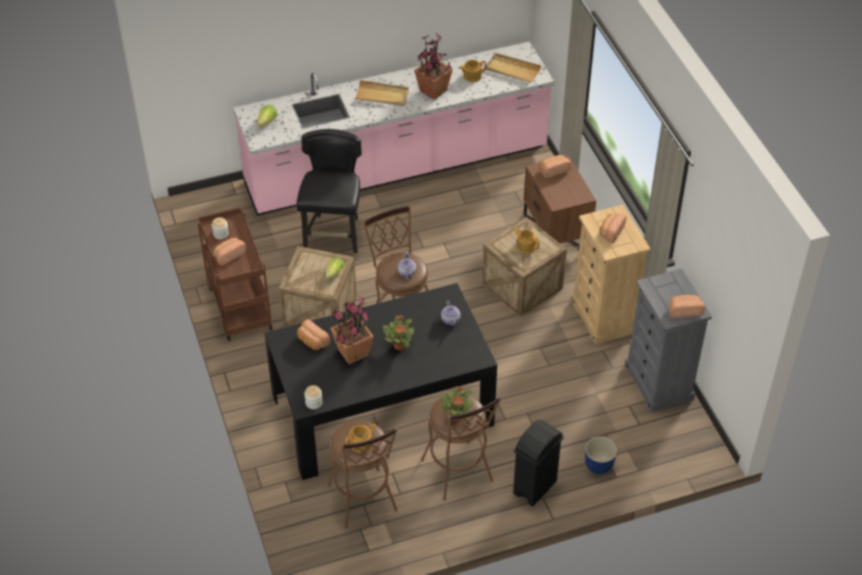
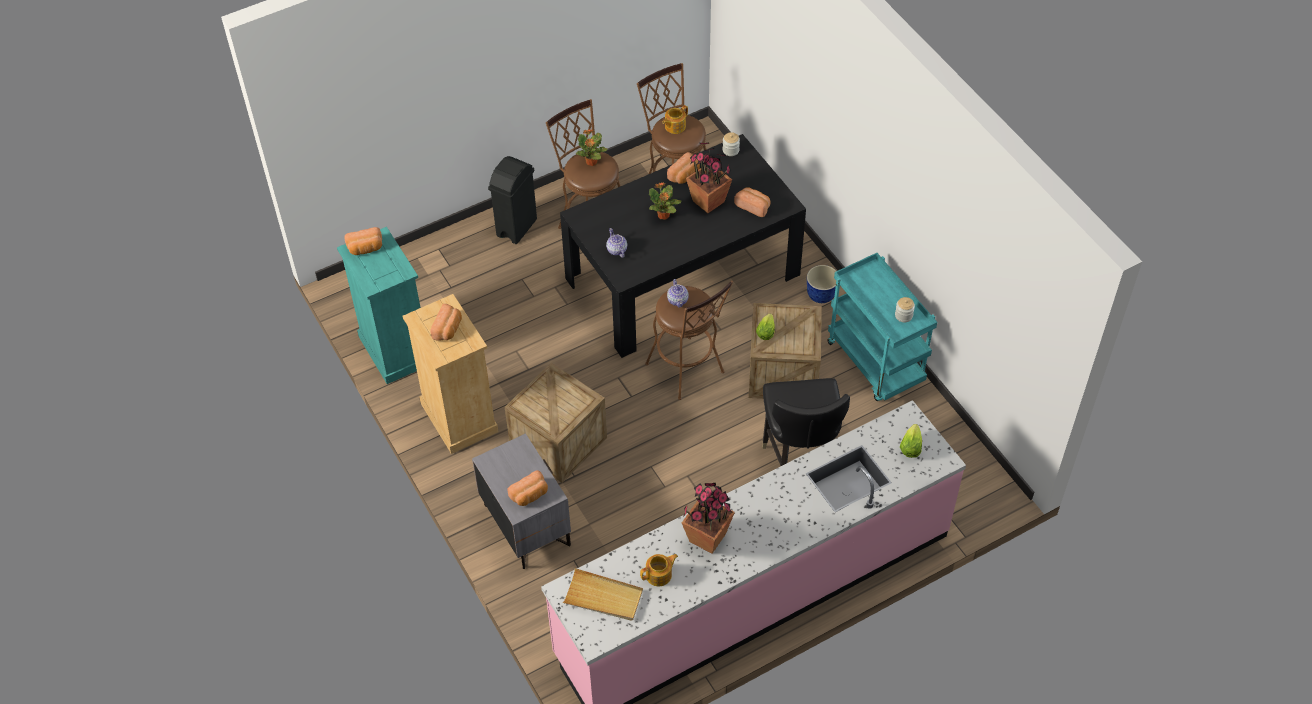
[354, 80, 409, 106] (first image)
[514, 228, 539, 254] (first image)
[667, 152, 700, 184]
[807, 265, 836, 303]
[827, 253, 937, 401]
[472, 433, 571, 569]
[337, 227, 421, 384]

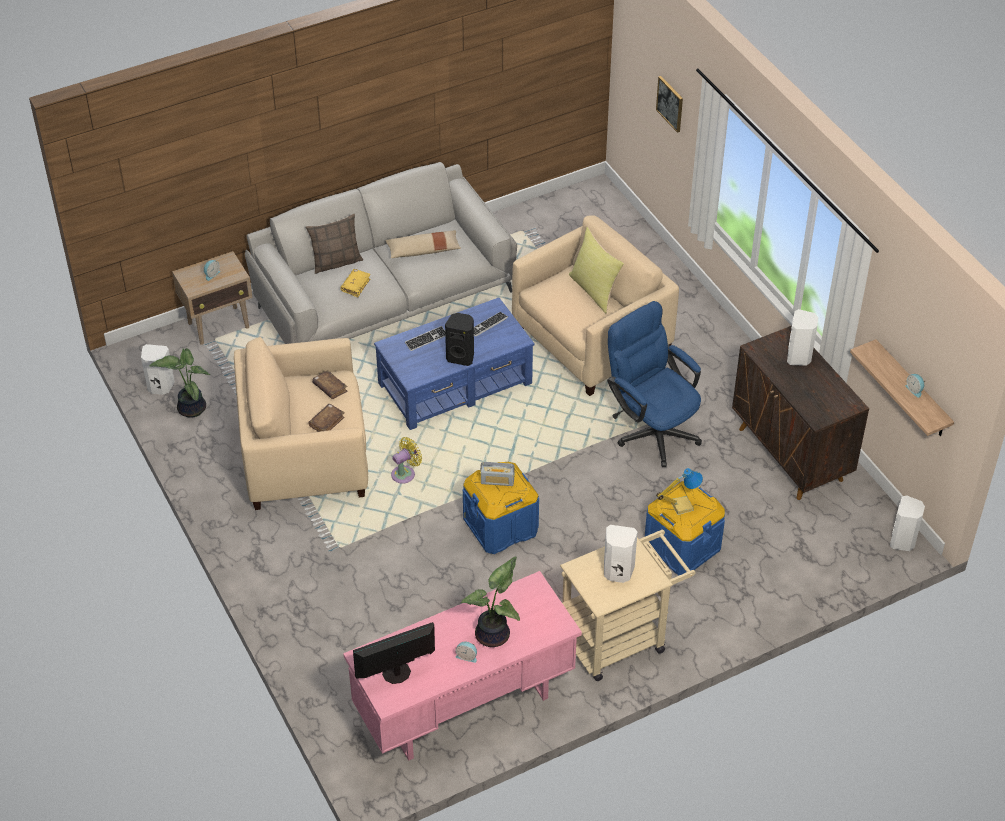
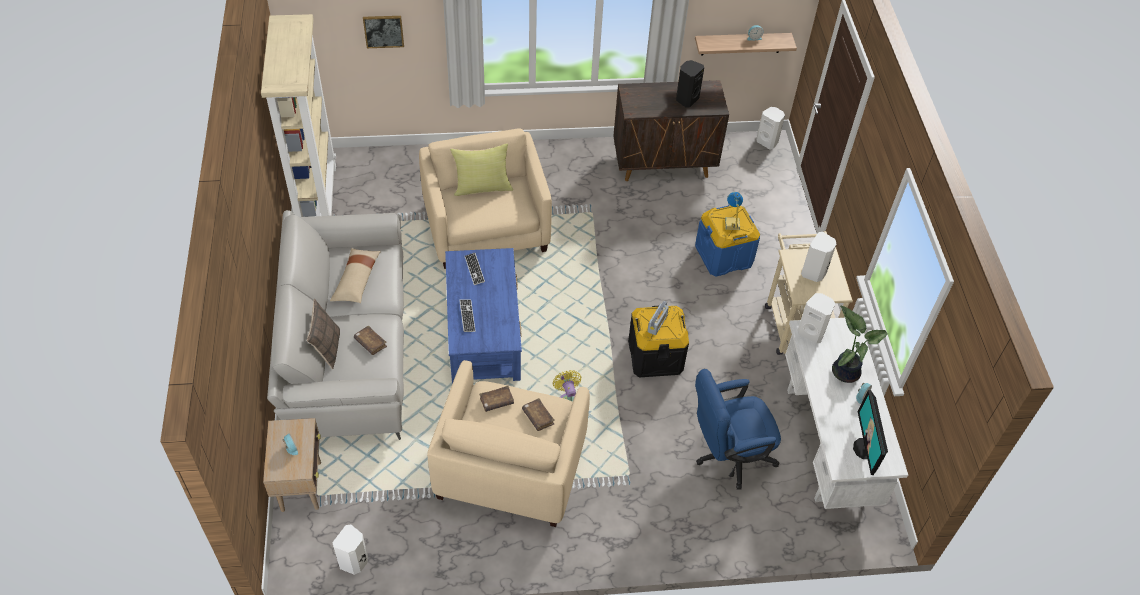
[150, 348, 210, 418] (first image)
[261, 14, 336, 217]
[676, 60, 704, 107]
[695, 369, 781, 490]
[797, 293, 835, 344]
[354, 325, 387, 355]
[785, 318, 908, 509]
[628, 306, 689, 378]

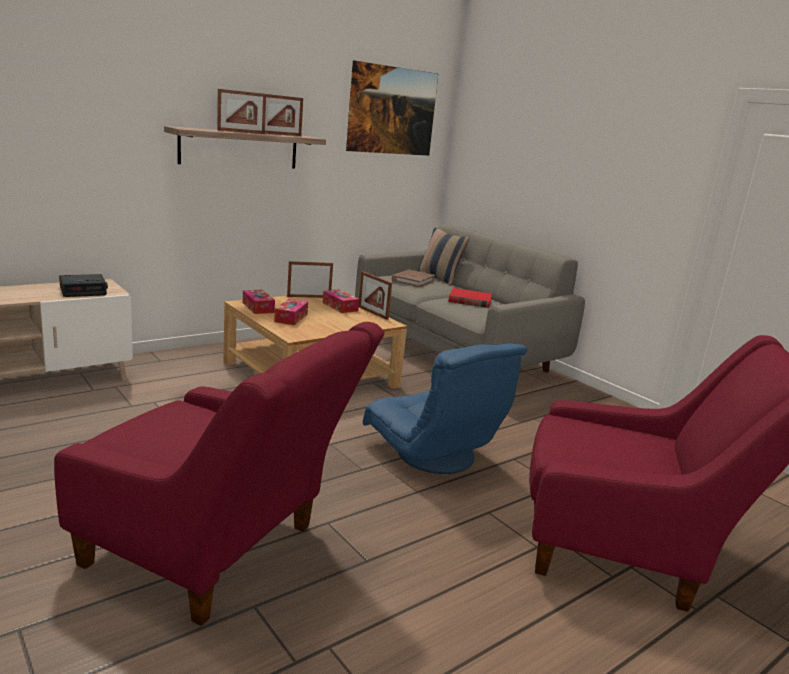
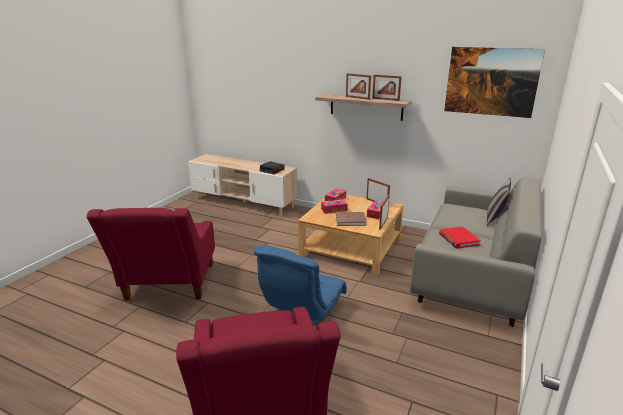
[336, 212, 366, 226]

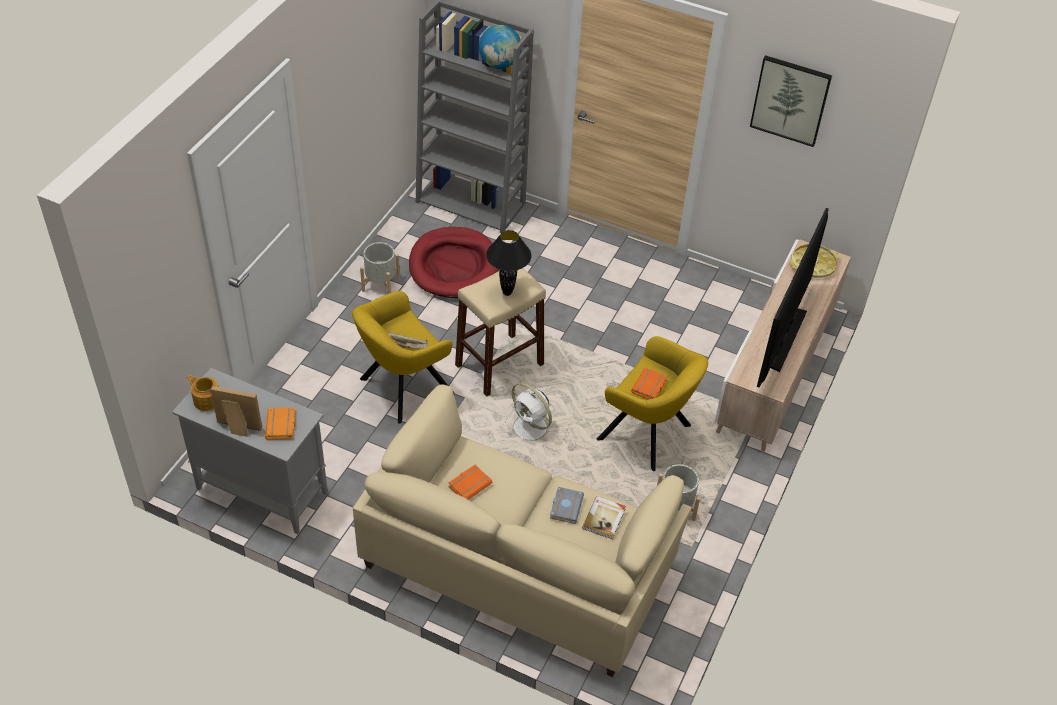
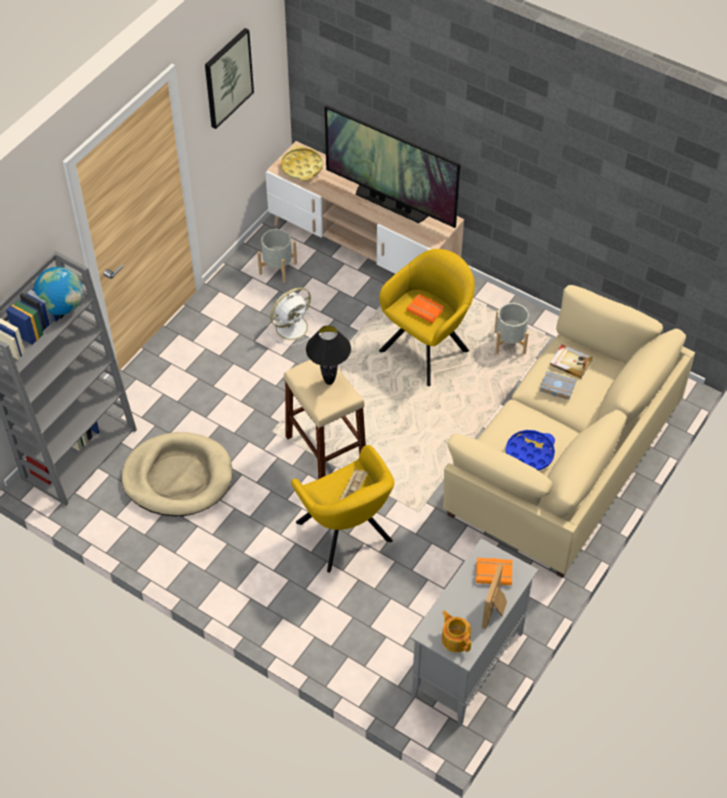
[257, 229, 297, 283]
[266, 287, 316, 345]
[506, 430, 555, 471]
[121, 432, 233, 516]
[442, 611, 471, 652]

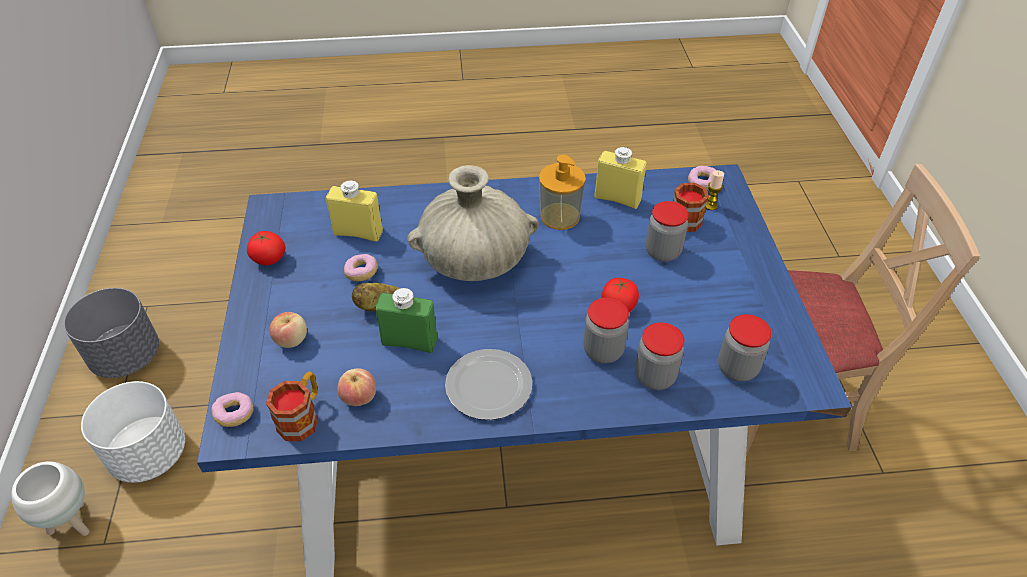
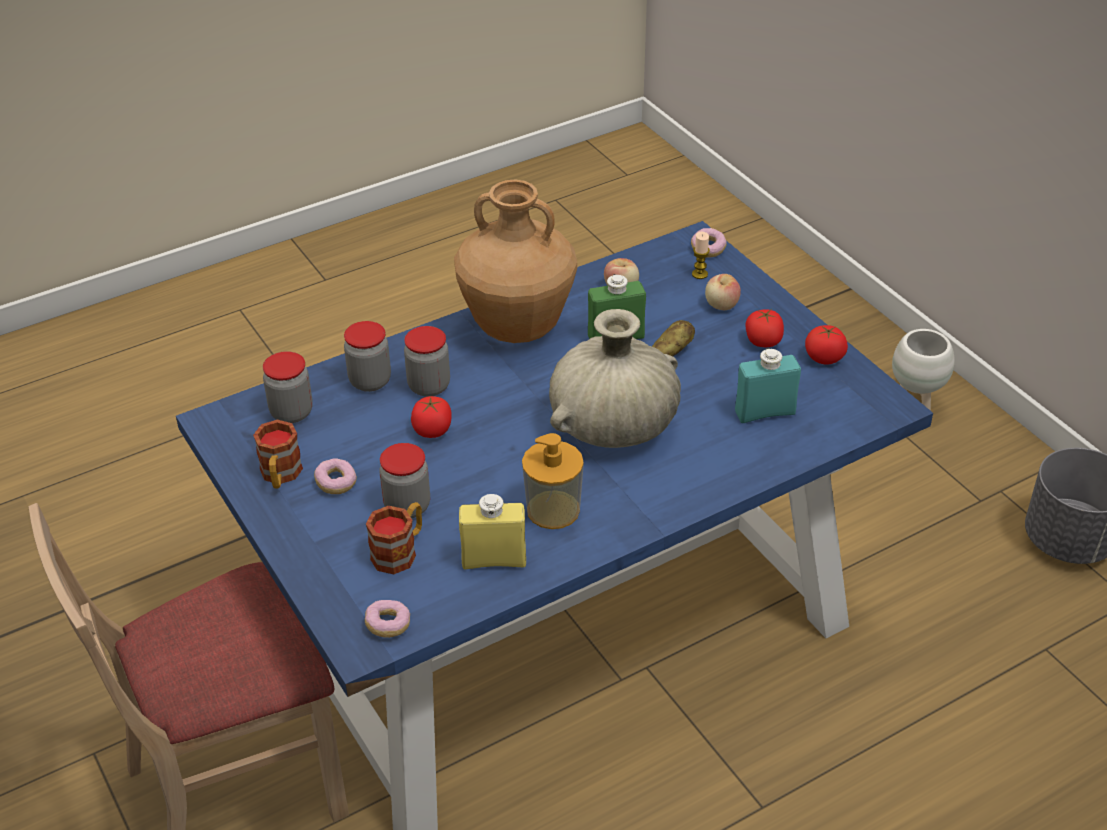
[81, 381, 185, 483] (first image)
[745, 309, 784, 347]
[253, 420, 303, 489]
[314, 458, 357, 494]
[692, 232, 710, 279]
[454, 180, 577, 343]
[735, 348, 801, 423]

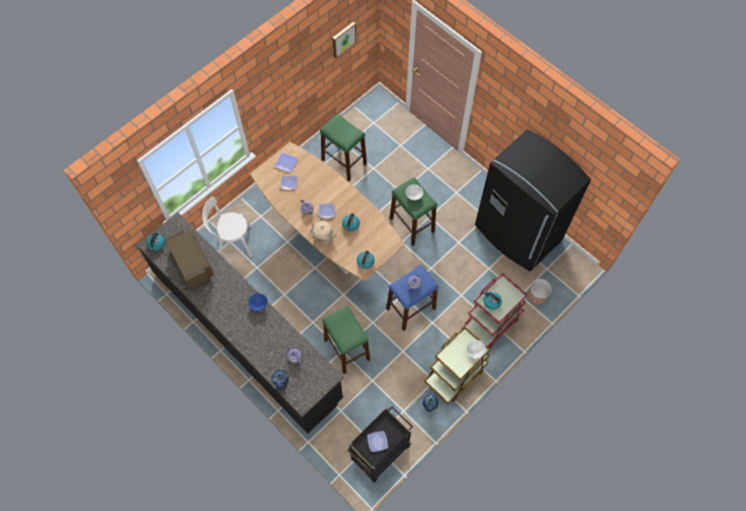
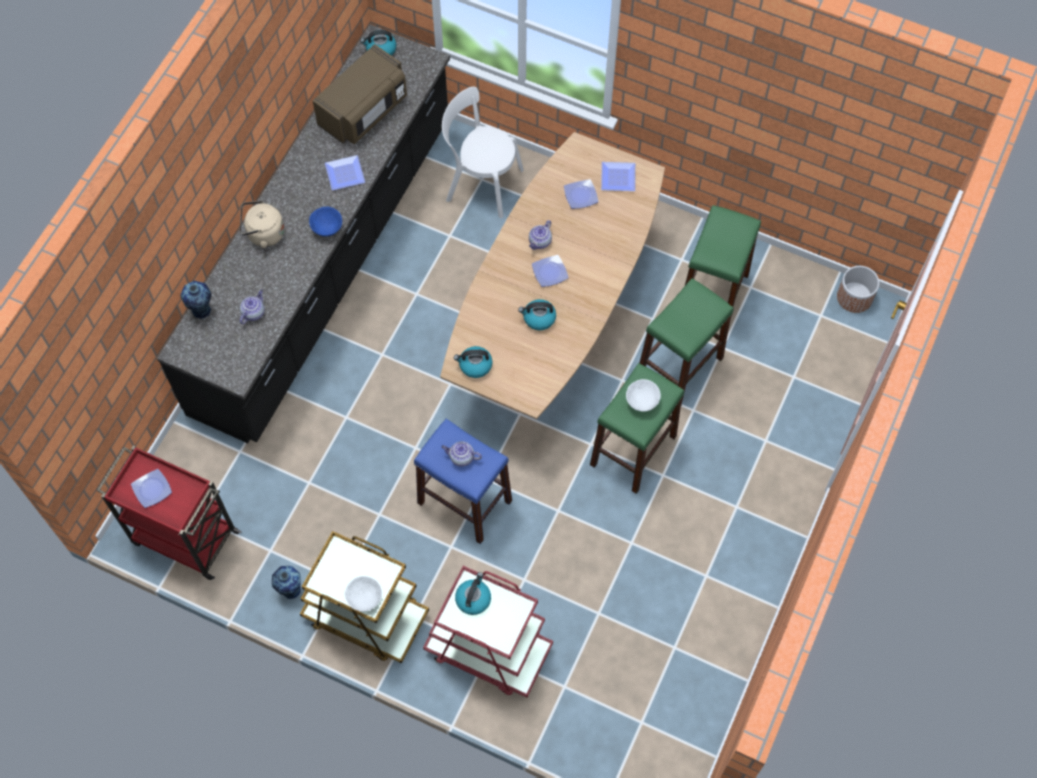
[332, 22, 356, 58] (first image)
[475, 130, 591, 271] (first image)
[325, 155, 365, 190]
[240, 201, 284, 248]
[640, 278, 734, 405]
[837, 266, 879, 313]
[96, 445, 242, 580]
[442, 87, 524, 218]

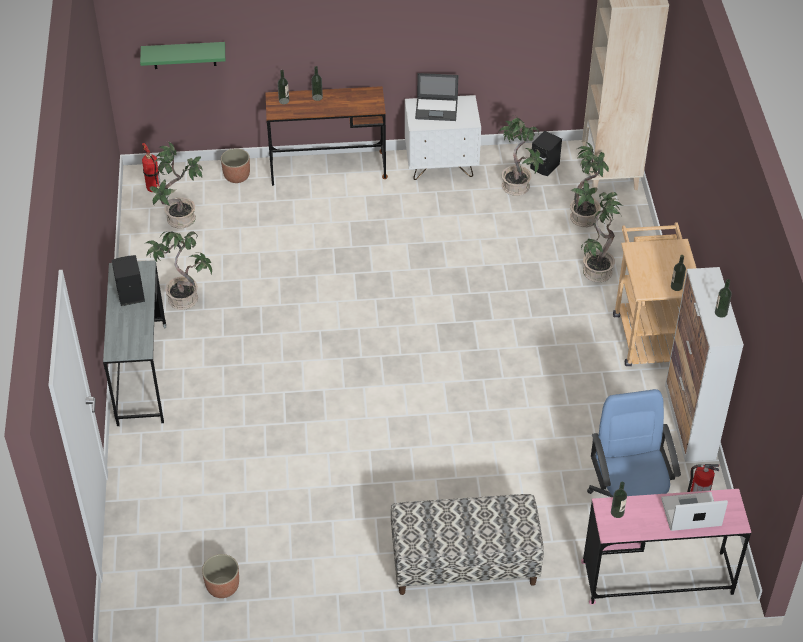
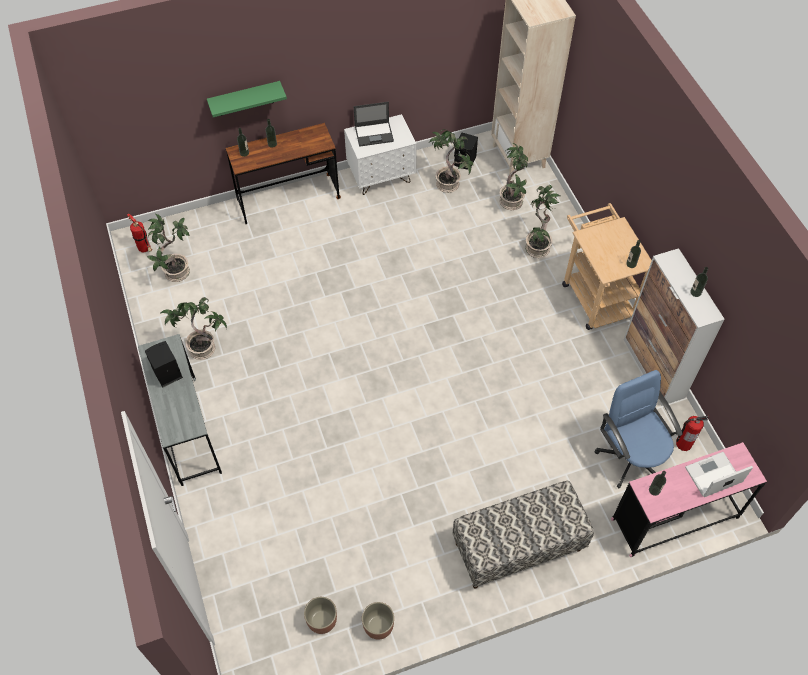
[207, 81, 287, 117]
[362, 602, 394, 640]

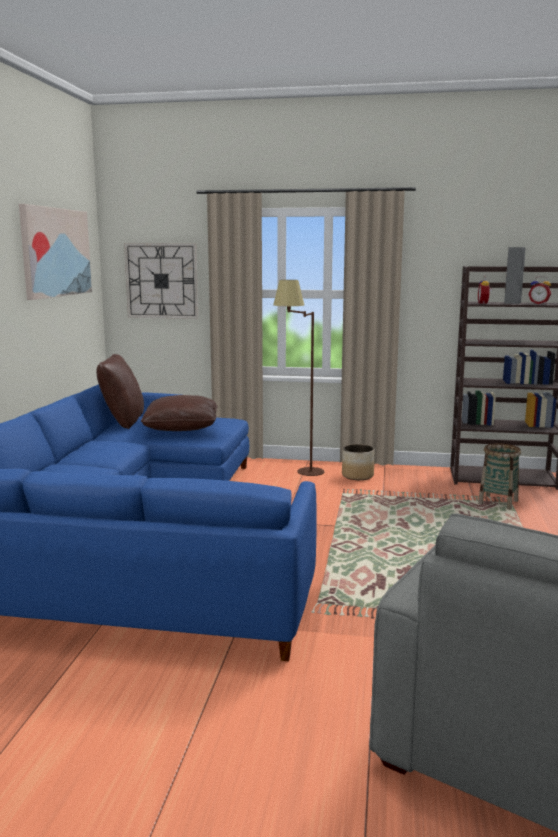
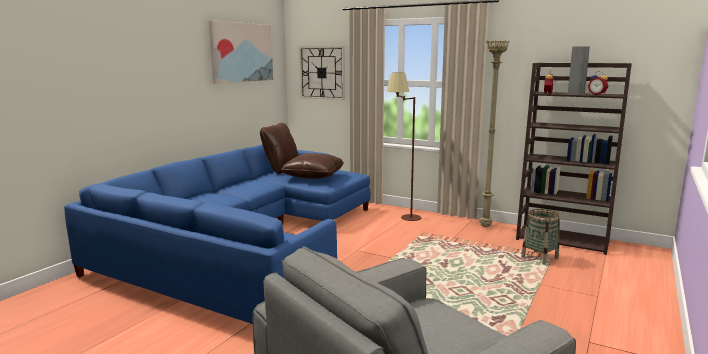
[342, 444, 375, 480] (first image)
[480, 40, 510, 227]

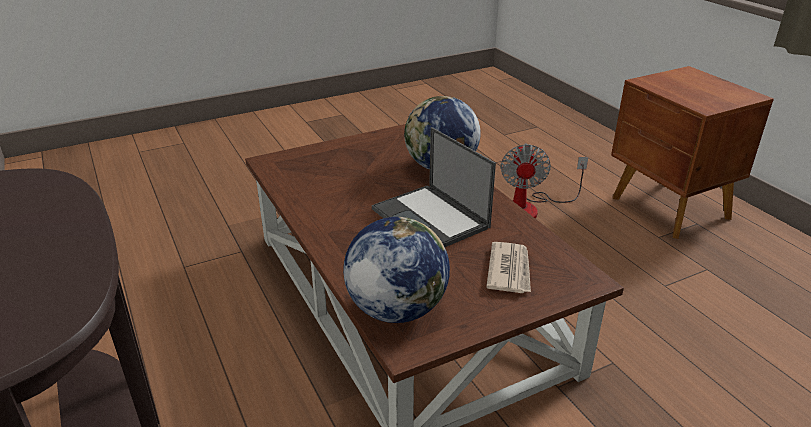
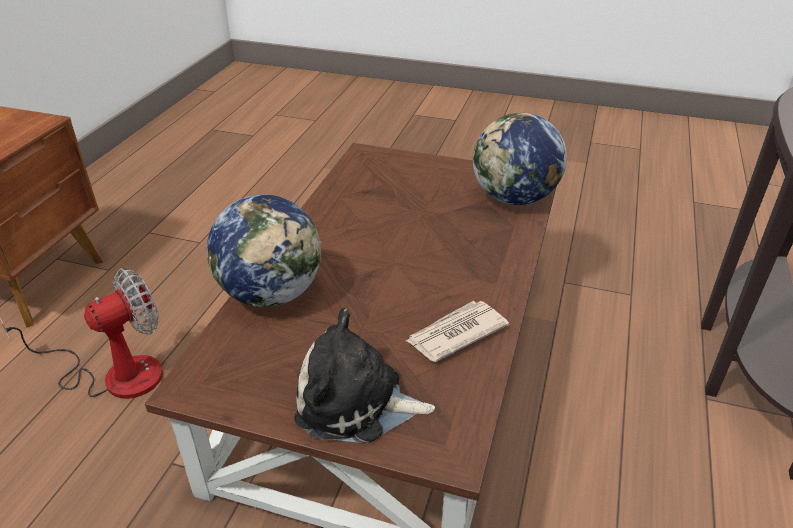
[372, 127, 496, 247] (first image)
[294, 308, 435, 443]
[406, 301, 509, 362]

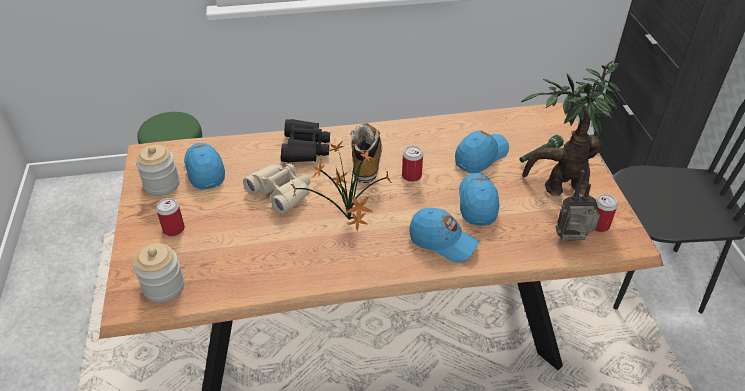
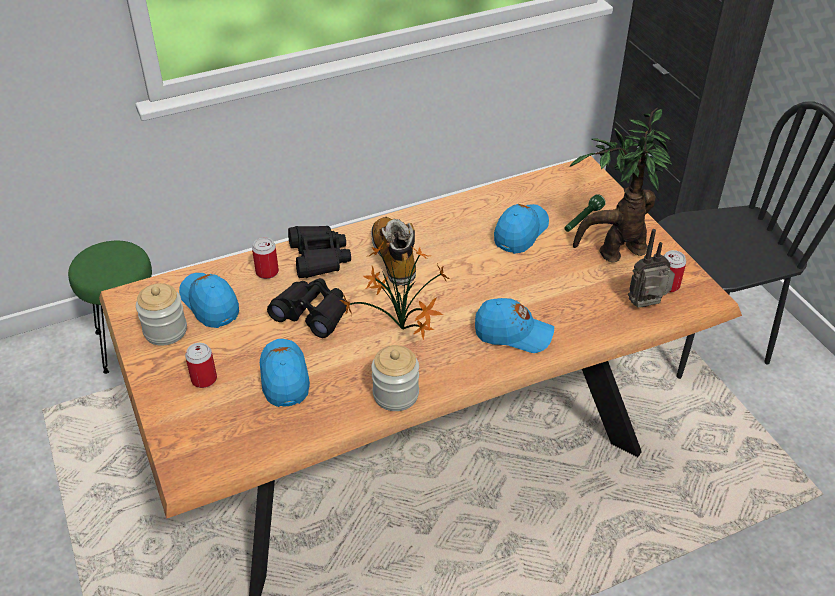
[371, 345, 419, 411]
[252, 237, 279, 279]
[260, 339, 310, 407]
[267, 278, 347, 338]

